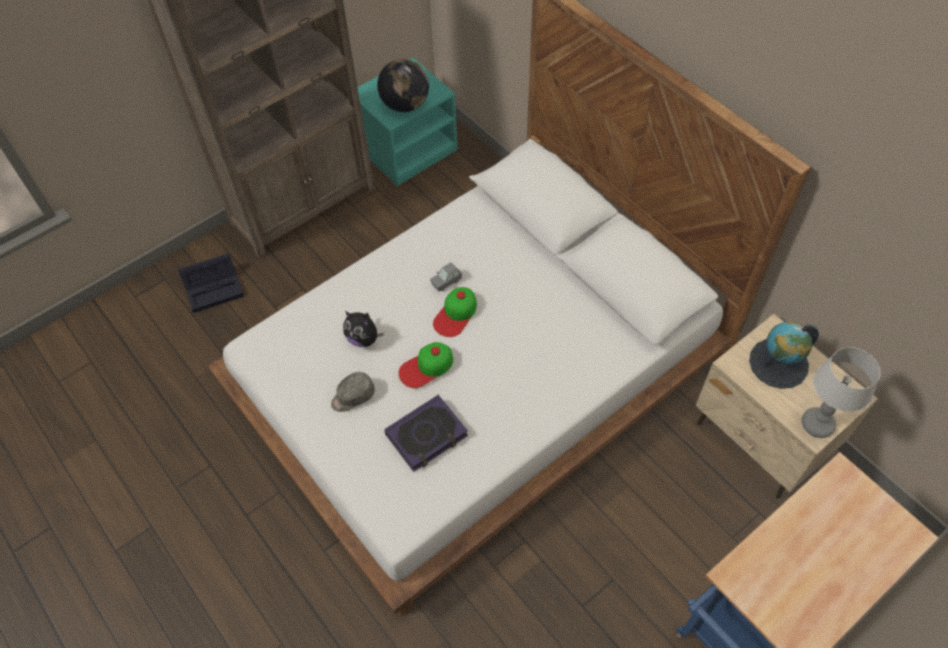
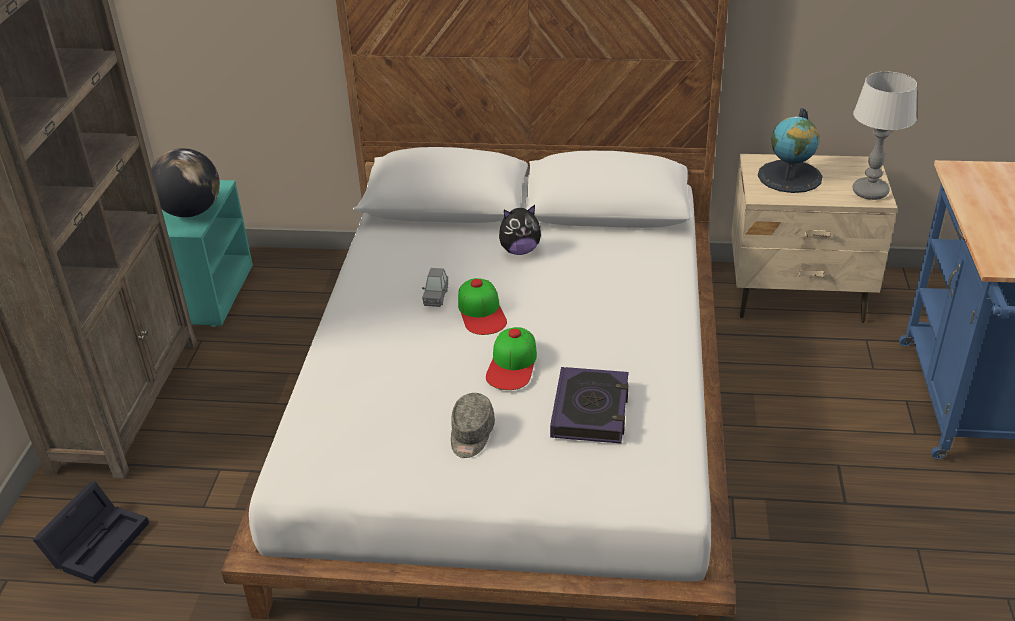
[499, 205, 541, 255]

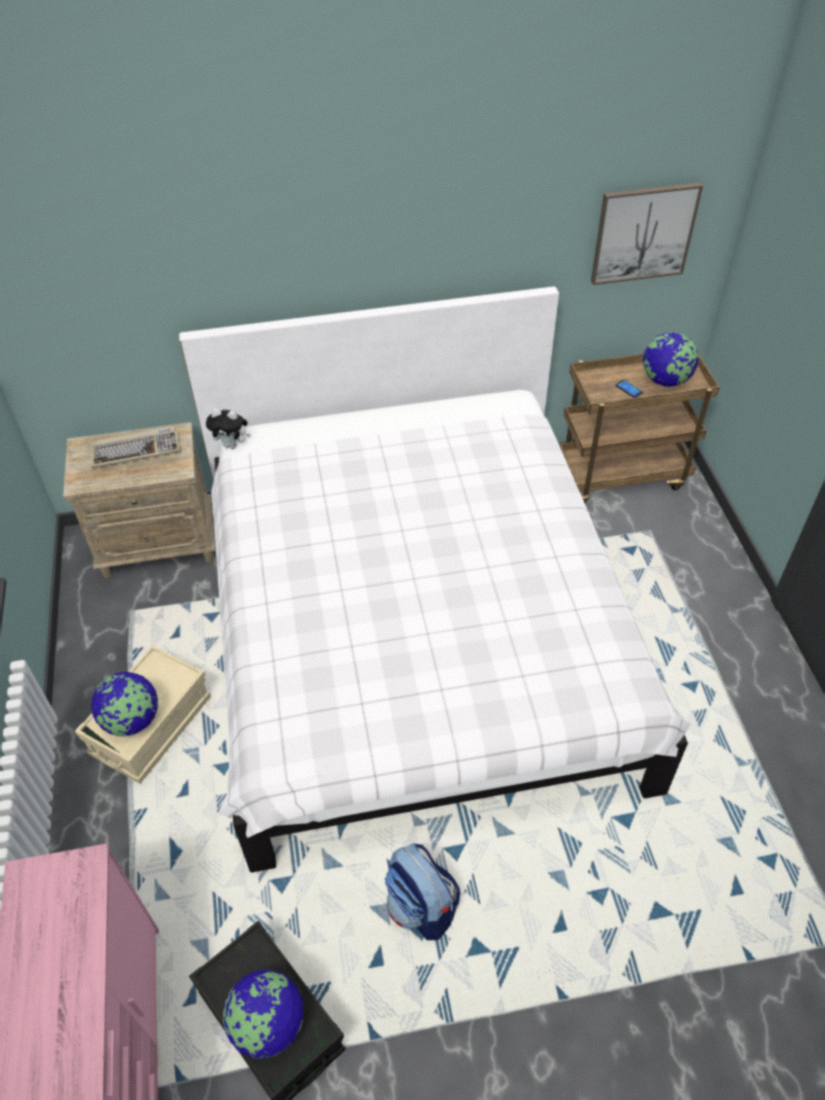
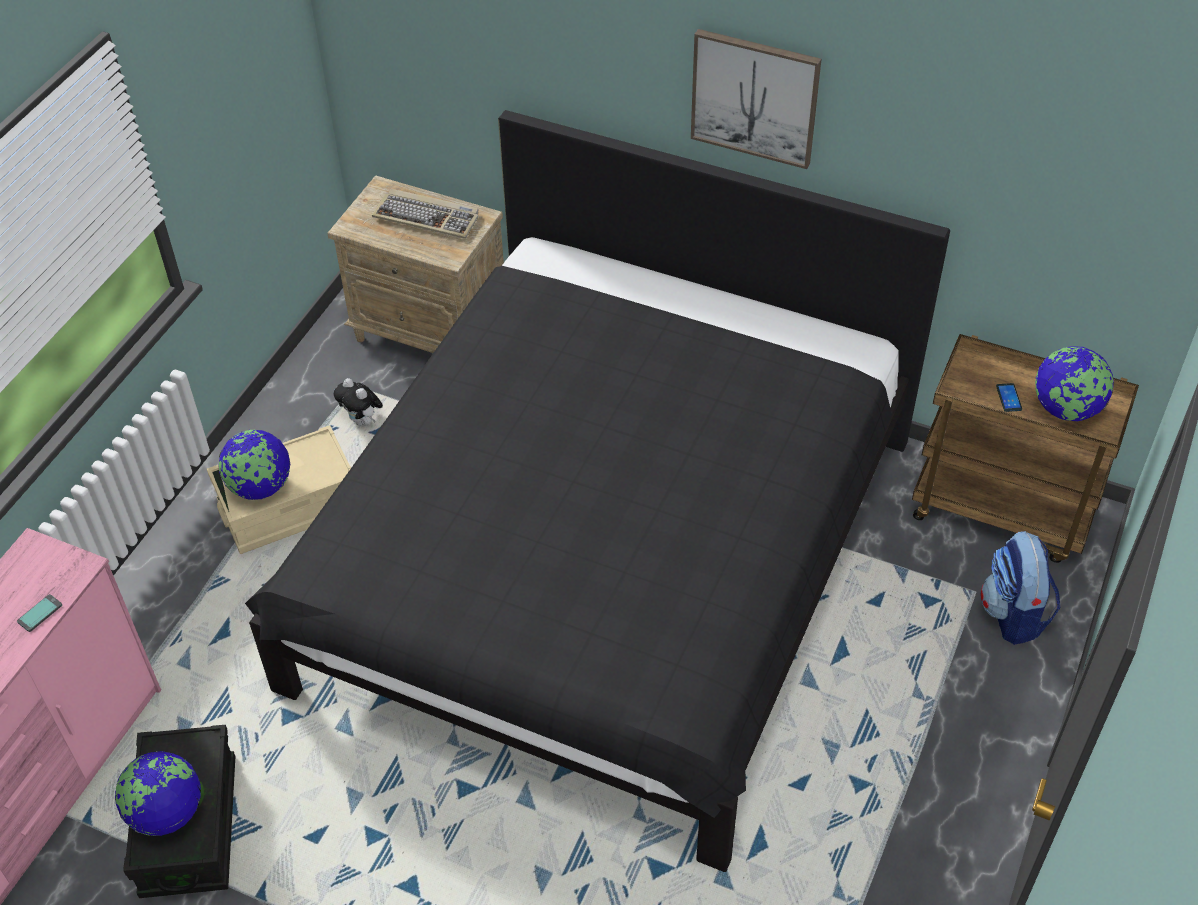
[17, 594, 62, 632]
[333, 378, 383, 426]
[981, 531, 1060, 645]
[691, 29, 821, 169]
[245, 110, 950, 872]

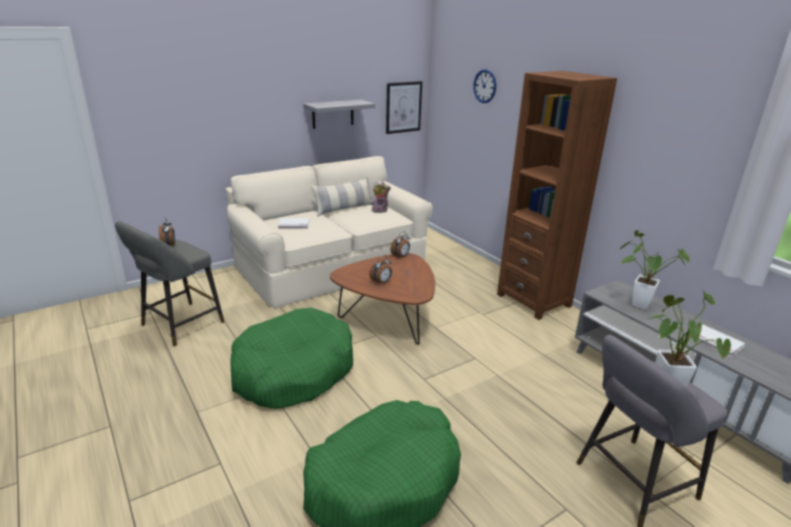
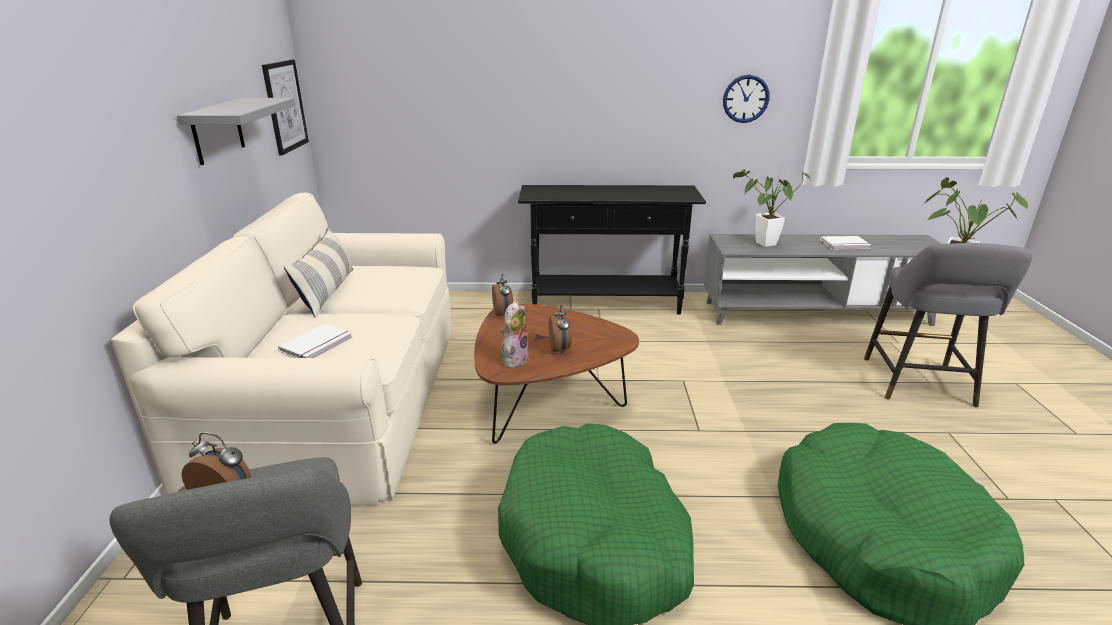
[500, 301, 529, 368]
[723, 75, 770, 123]
[518, 185, 706, 315]

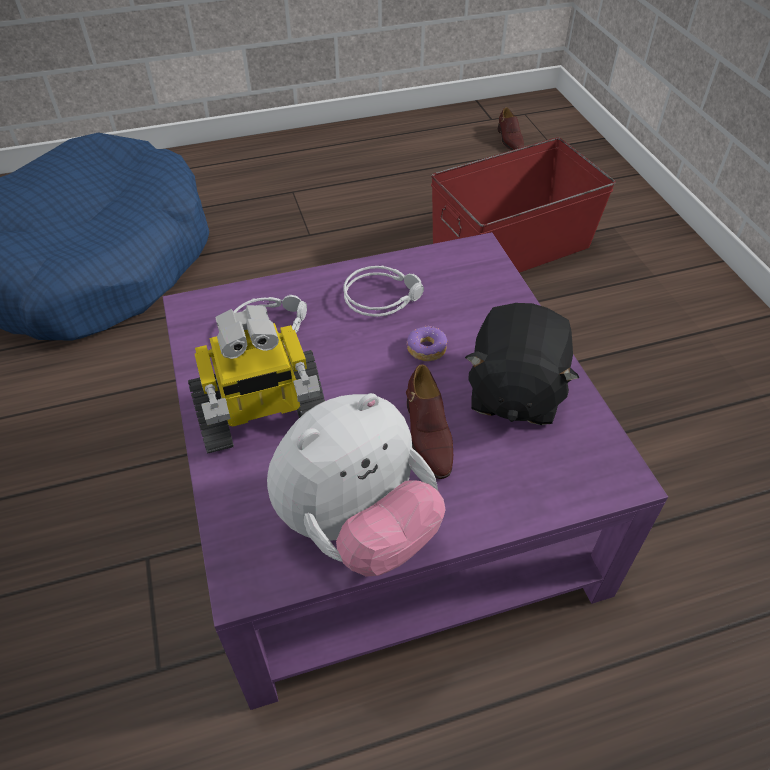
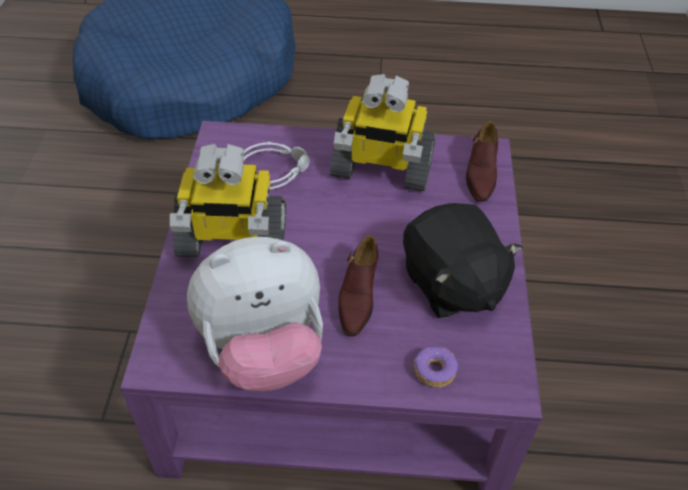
[431, 138, 616, 273] (first image)
[414, 346, 458, 388]
[466, 121, 498, 202]
[330, 74, 435, 191]
[403, 203, 523, 318]

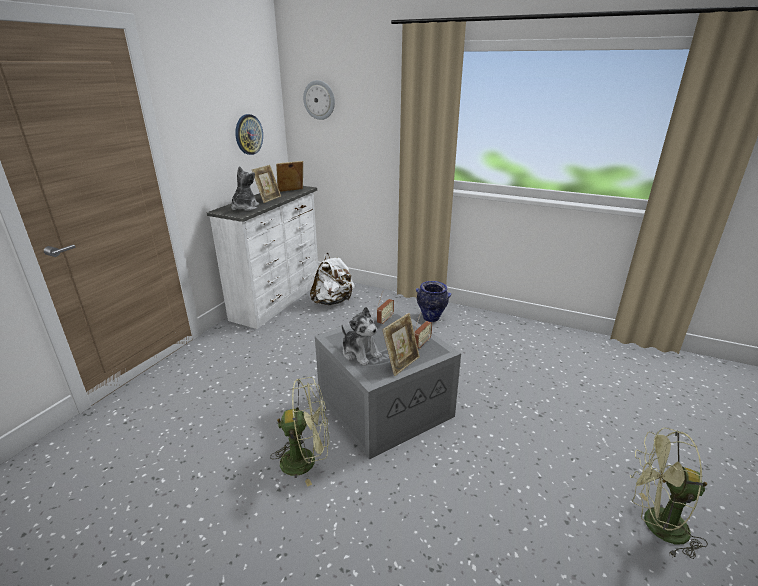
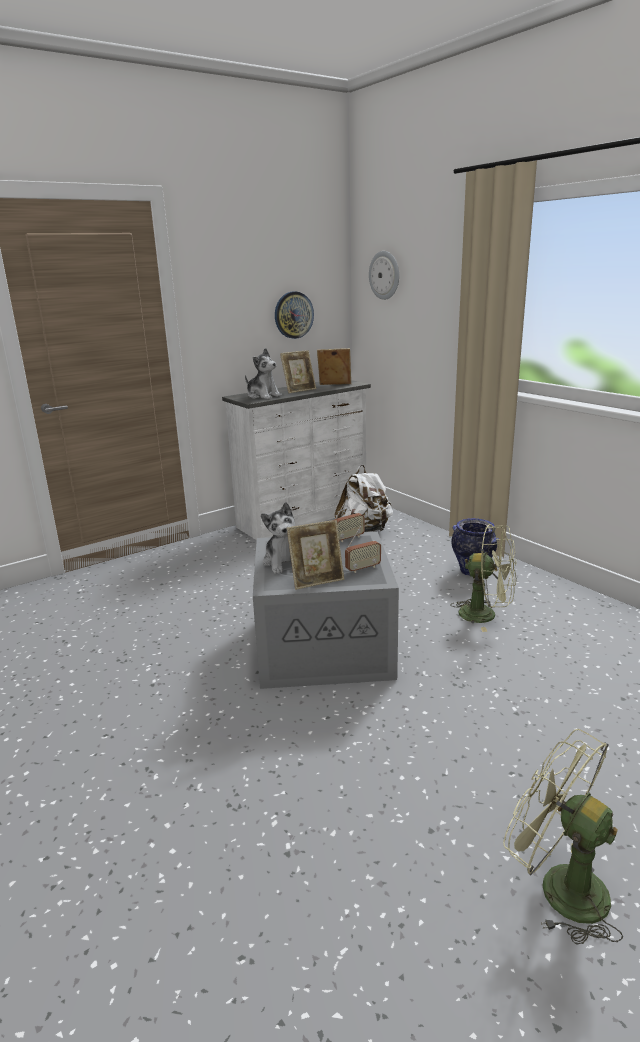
[450, 524, 517, 632]
[245, 348, 282, 399]

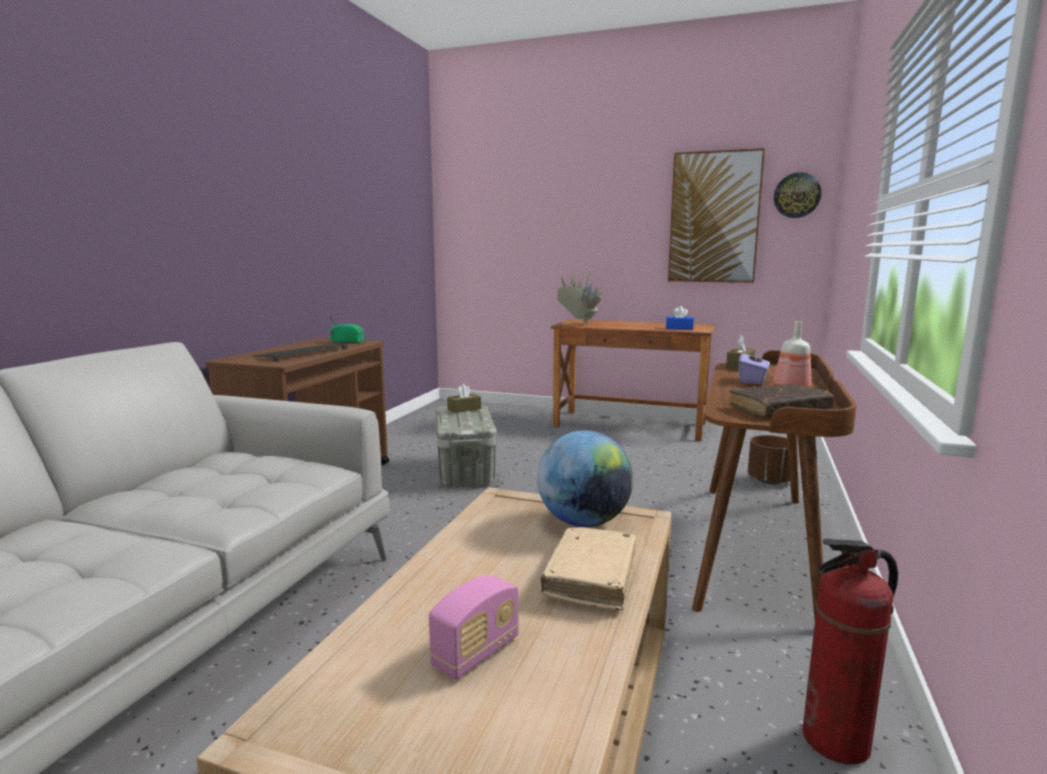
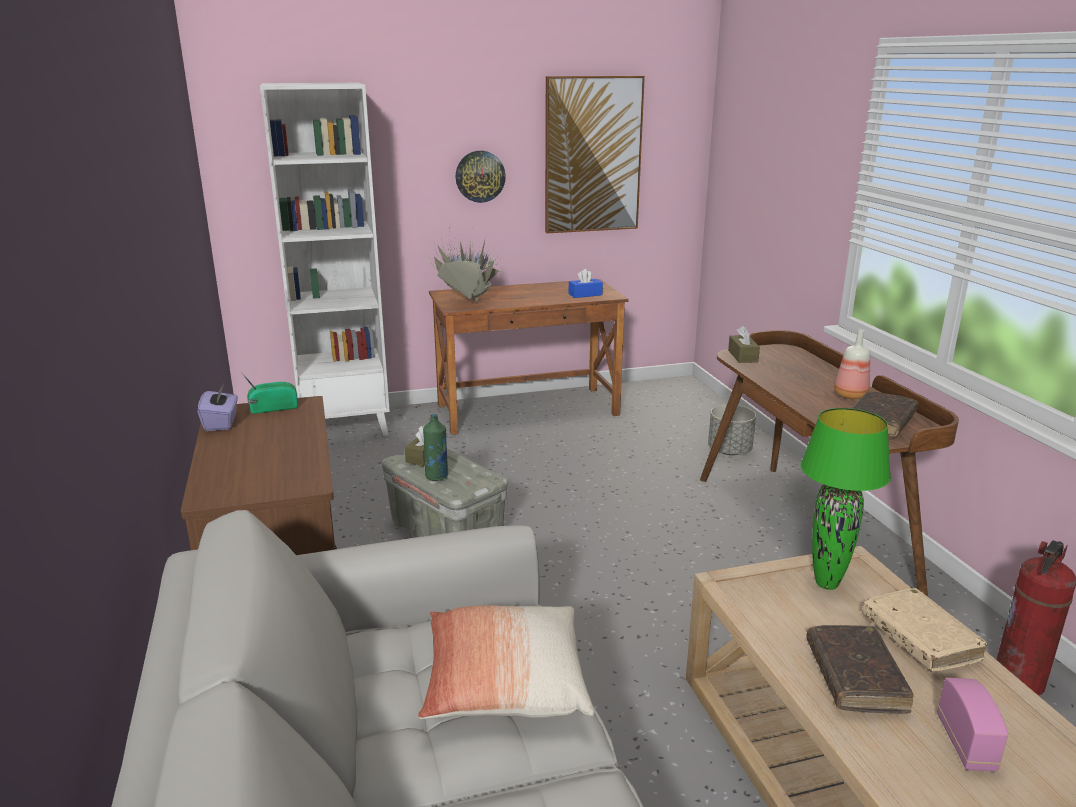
[252, 345, 348, 361] (first image)
[260, 83, 390, 436]
[418, 605, 594, 719]
[423, 414, 448, 481]
[807, 625, 914, 714]
[198, 384, 238, 431]
[456, 151, 506, 203]
[800, 408, 891, 590]
[708, 405, 756, 455]

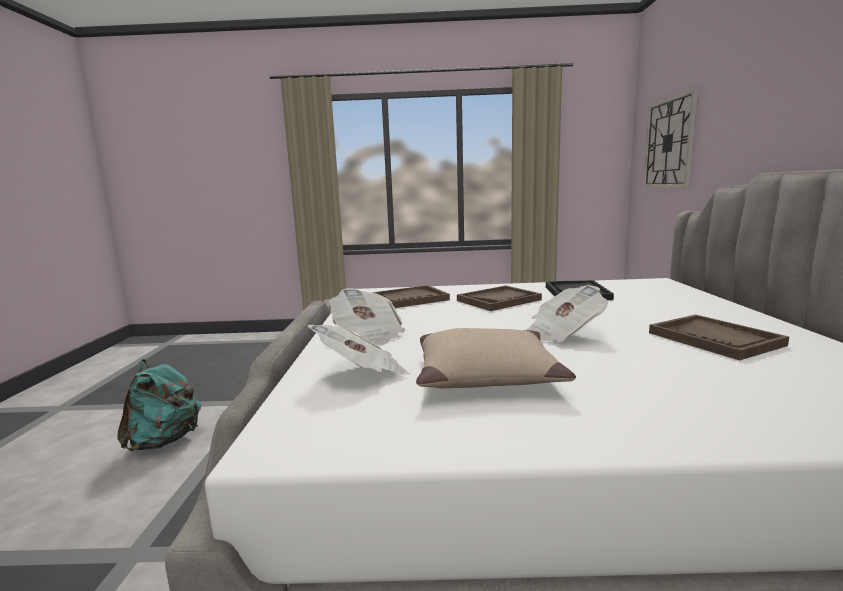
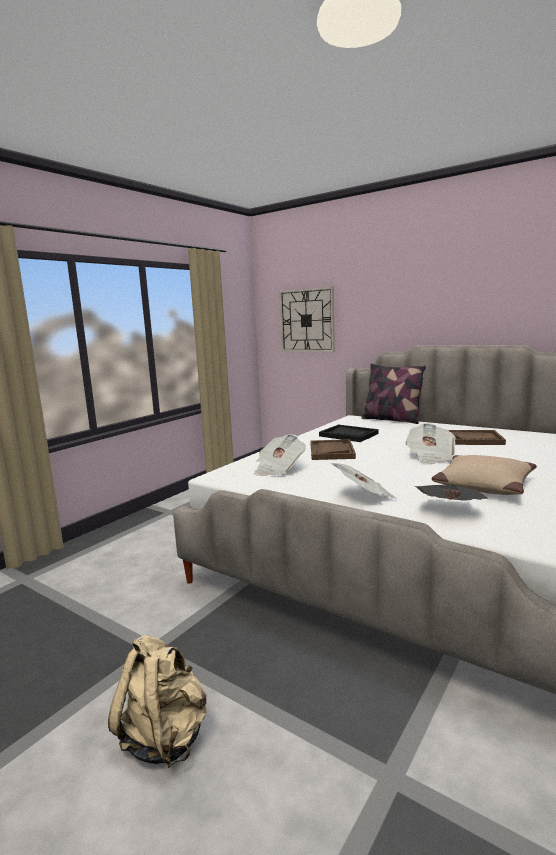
[361, 363, 426, 424]
[254, 434, 306, 476]
[108, 635, 207, 768]

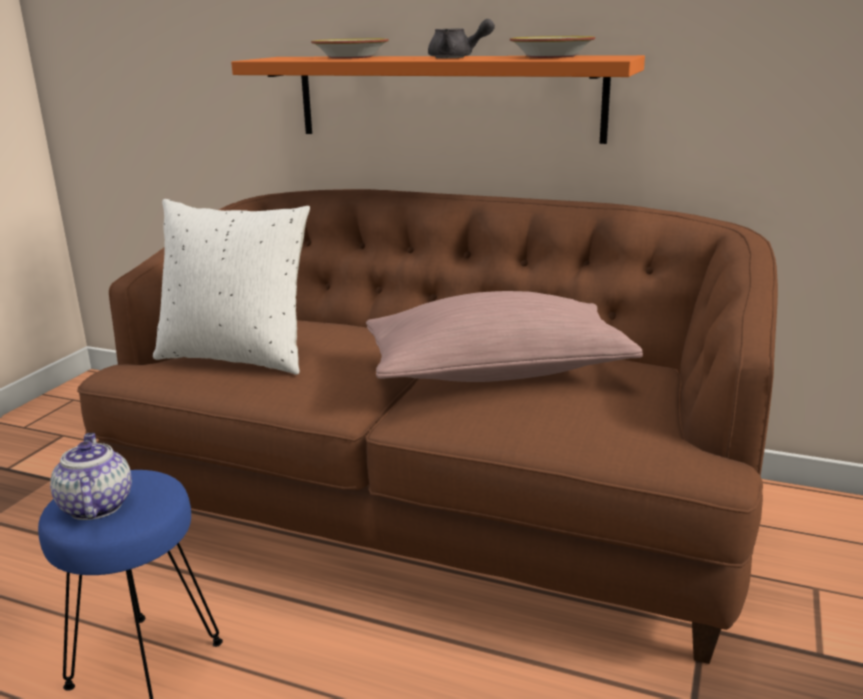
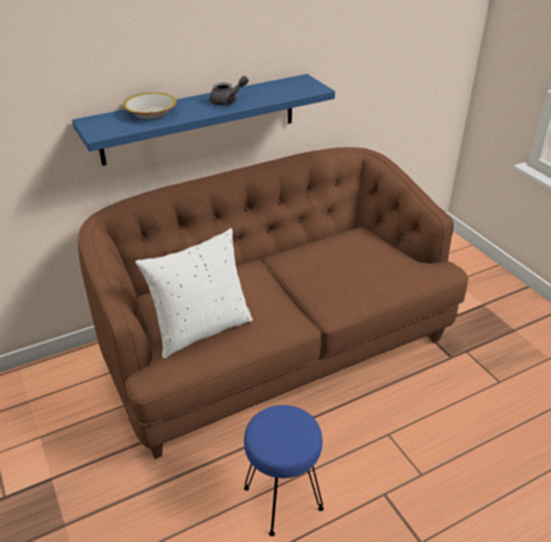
[50, 433, 132, 520] (first image)
[366, 291, 643, 382] (first image)
[510, 36, 595, 58] (first image)
[72, 74, 335, 166]

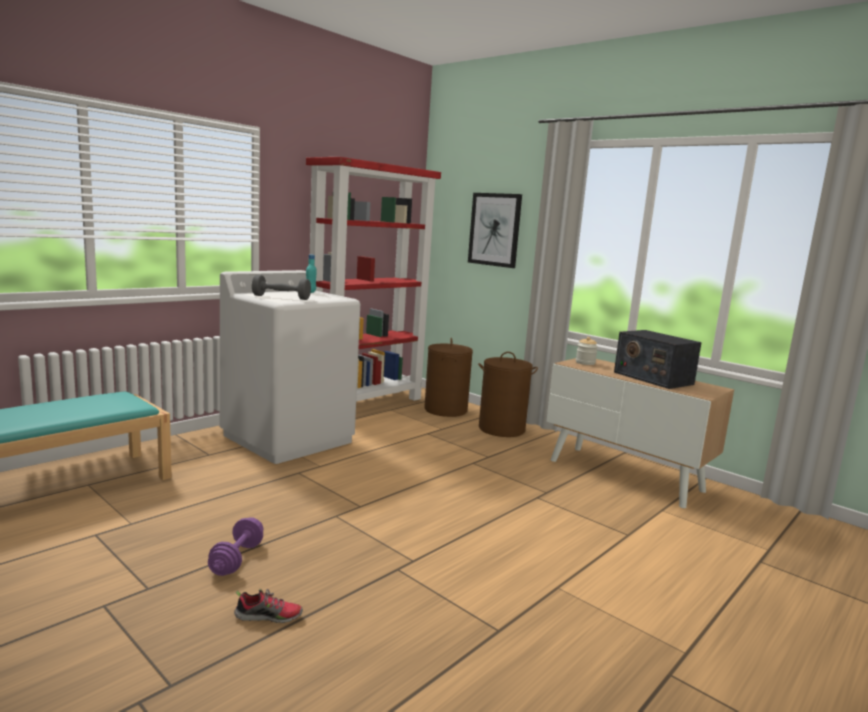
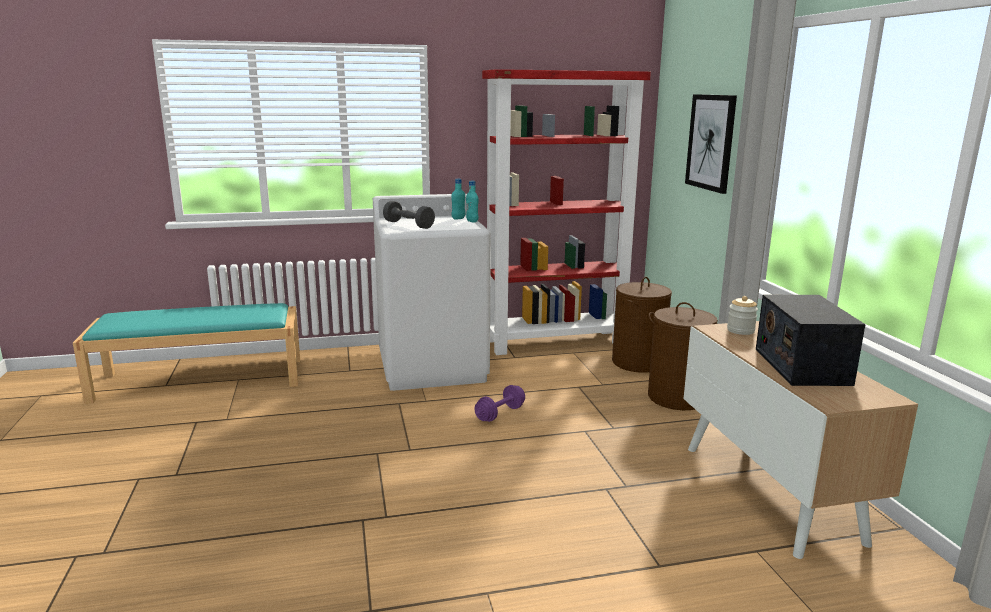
[234, 589, 303, 623] (first image)
[466, 181, 479, 222]
[474, 385, 525, 422]

